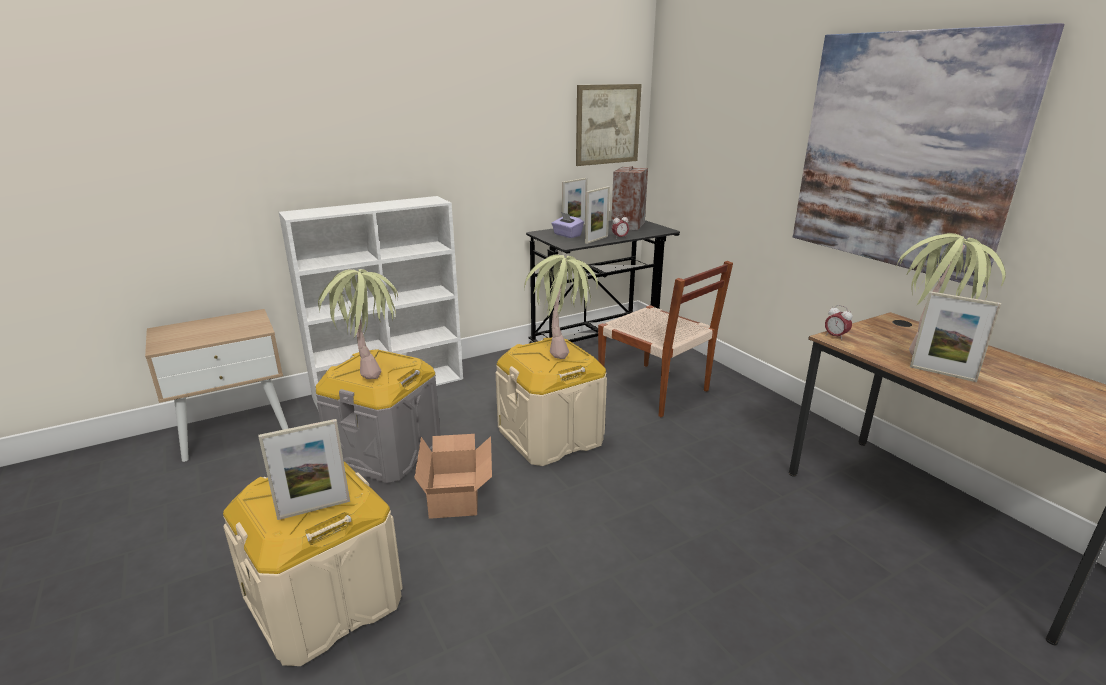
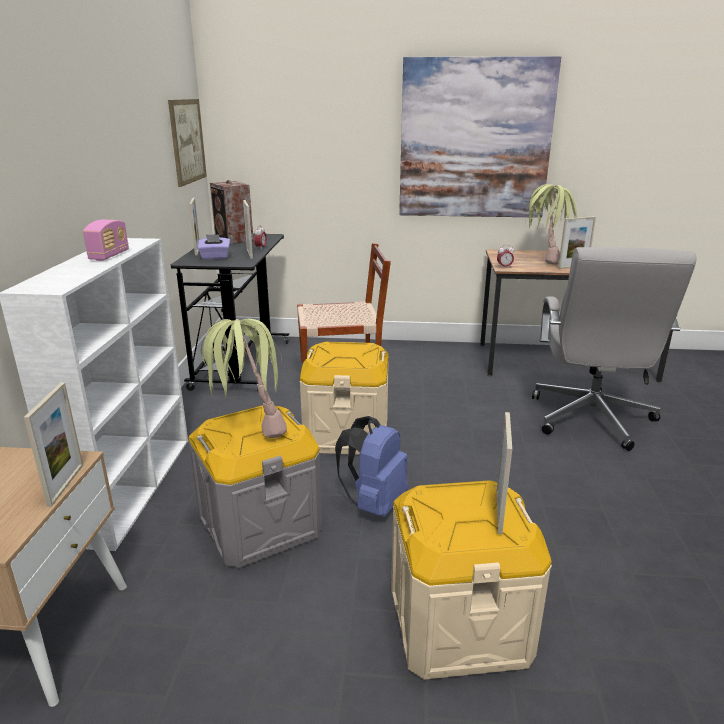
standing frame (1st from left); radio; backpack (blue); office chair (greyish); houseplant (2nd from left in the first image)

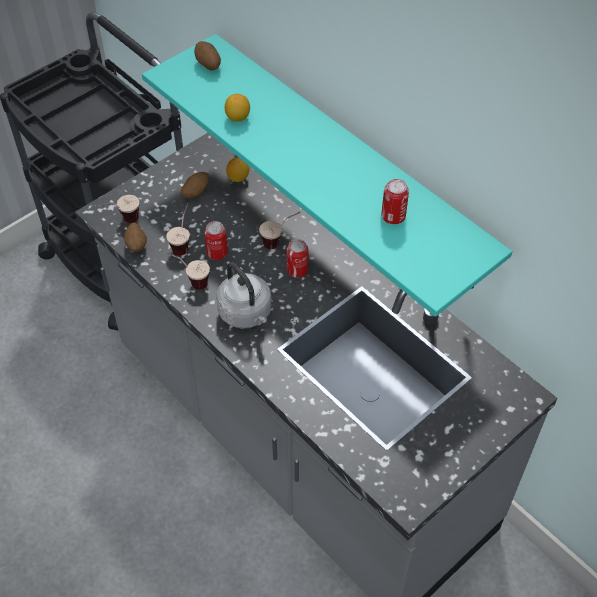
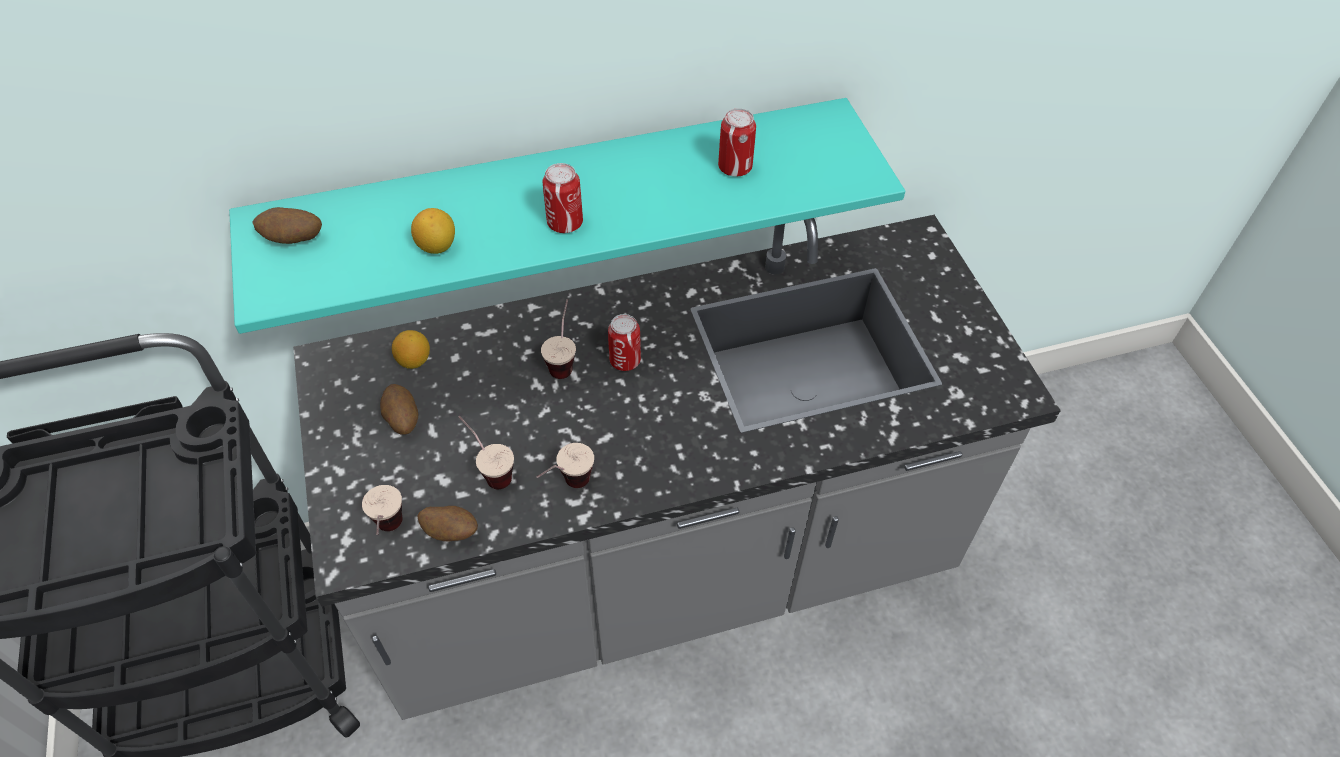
metal can (1st from left); kettle (greyish)

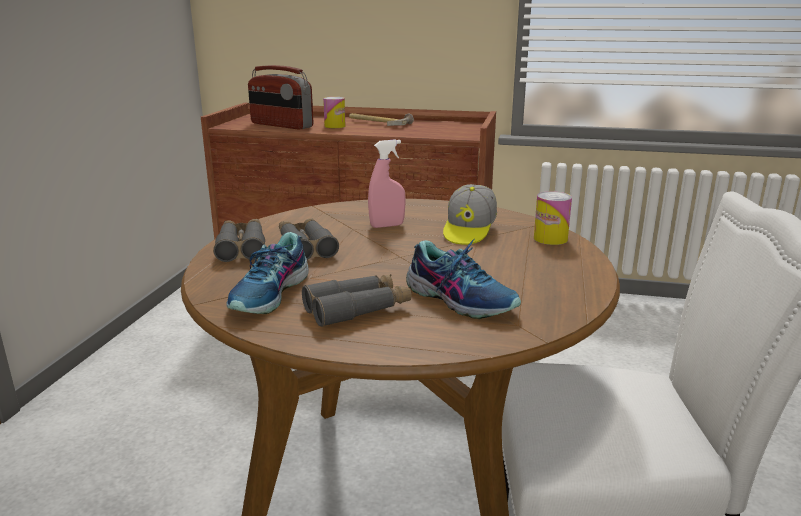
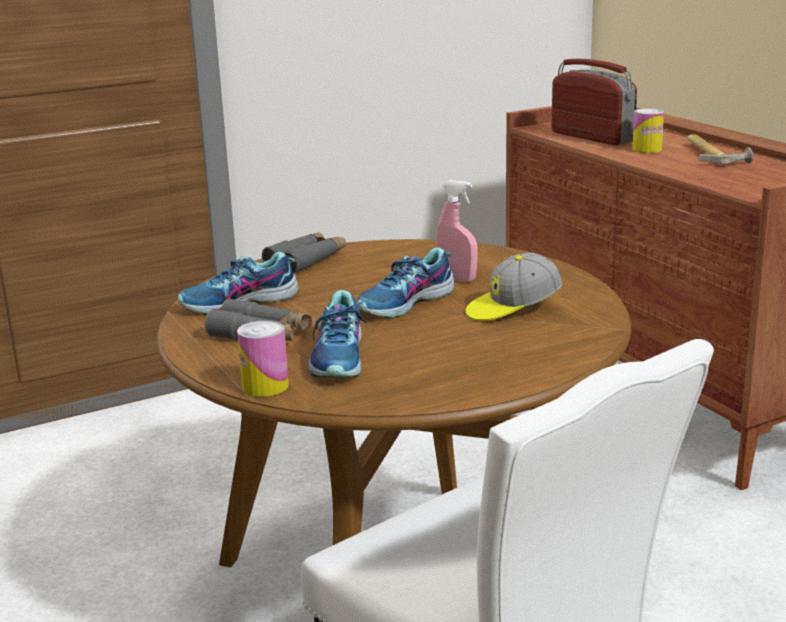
metal can (1st from left); item of footwear (3rd from left); radio; pair of binoculars (greyish) (2nd from left in the first image)

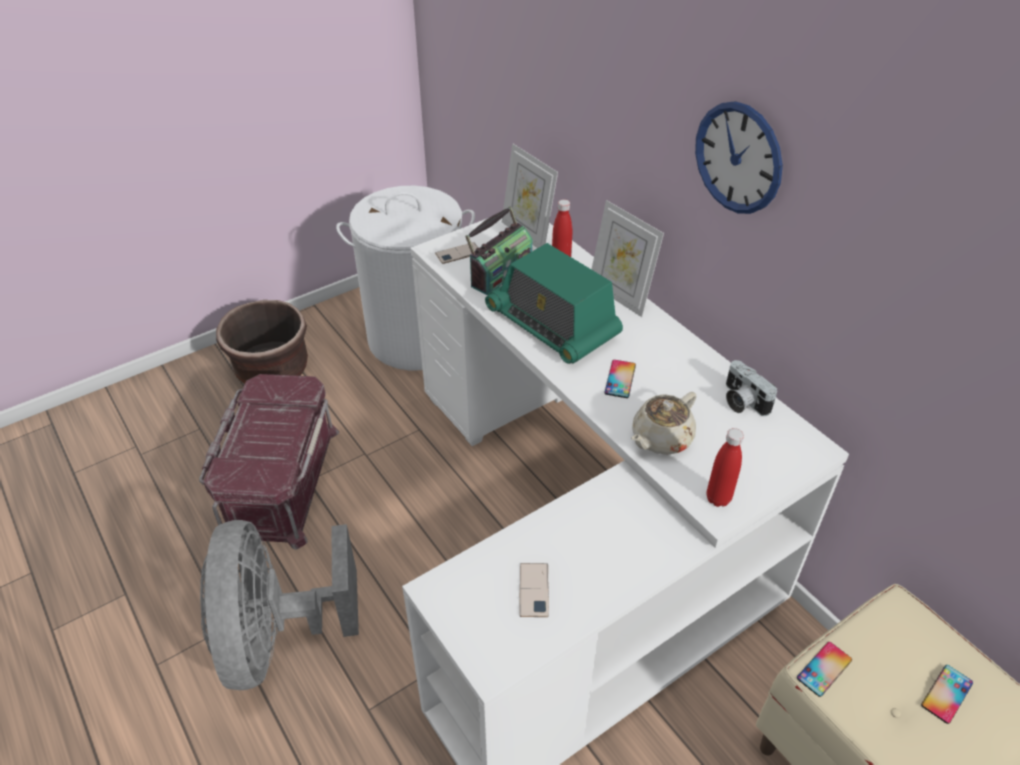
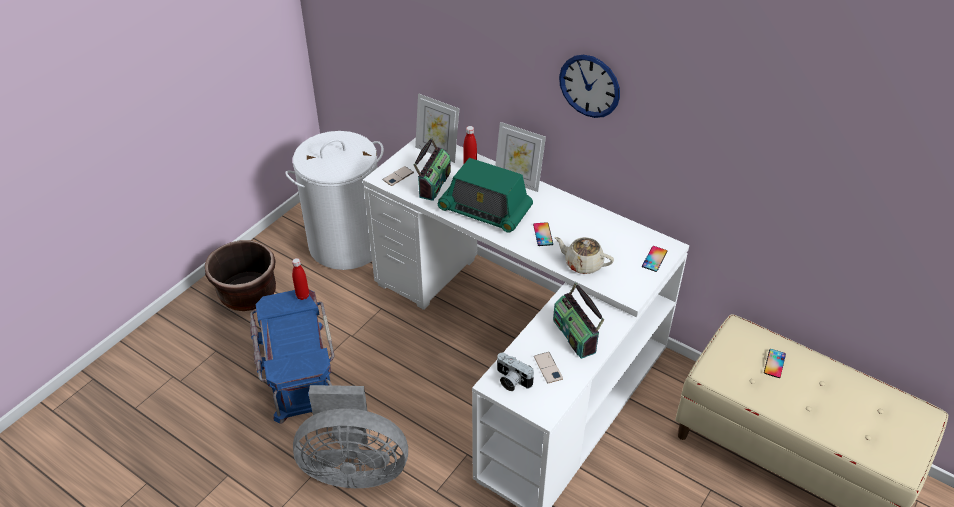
storage container (blue); beverage bottle (reddish) (1st from left); cooling fan (greyish); photo camera; radio (3rd from left); teapot (beige); handset (4th from left)

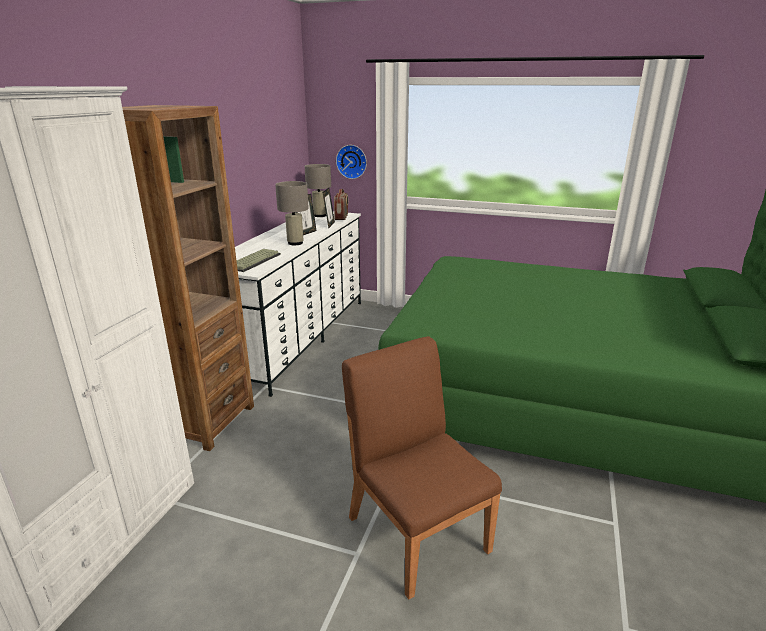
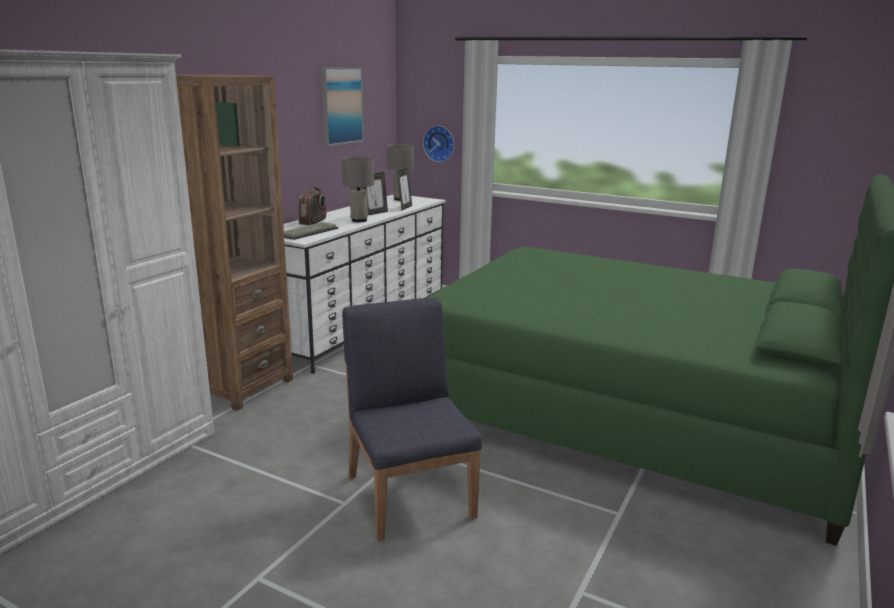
radio; picture; chair (blue)

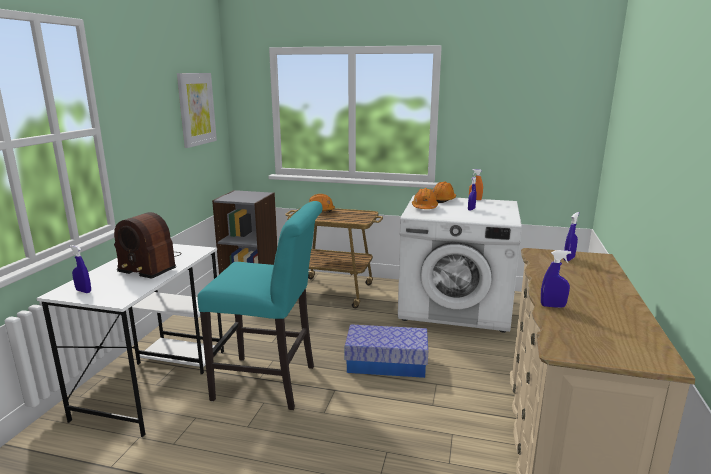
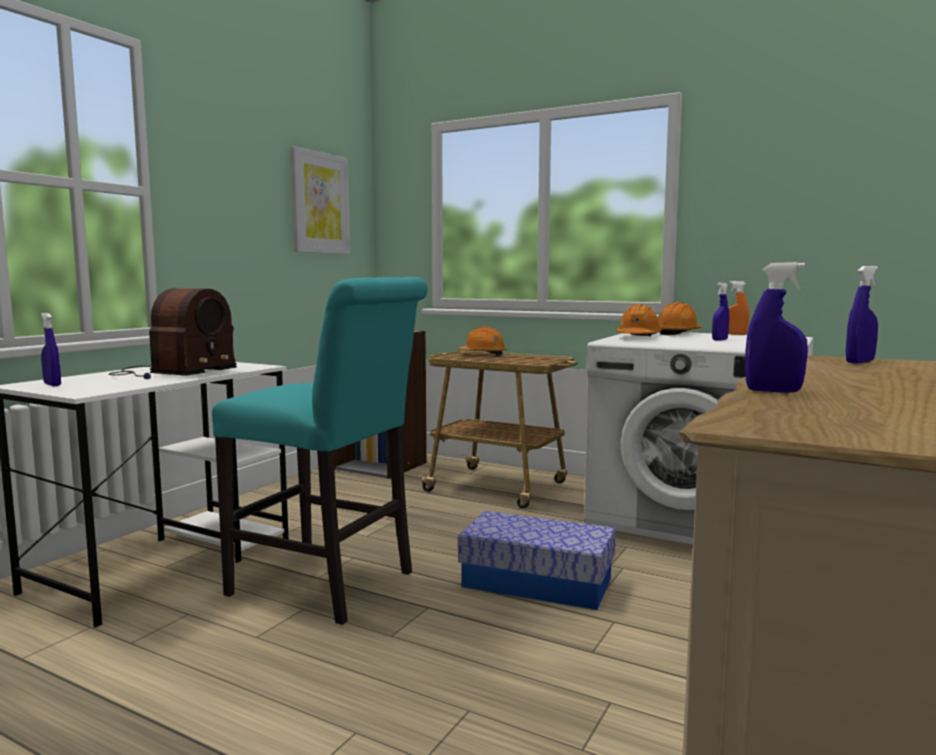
radio

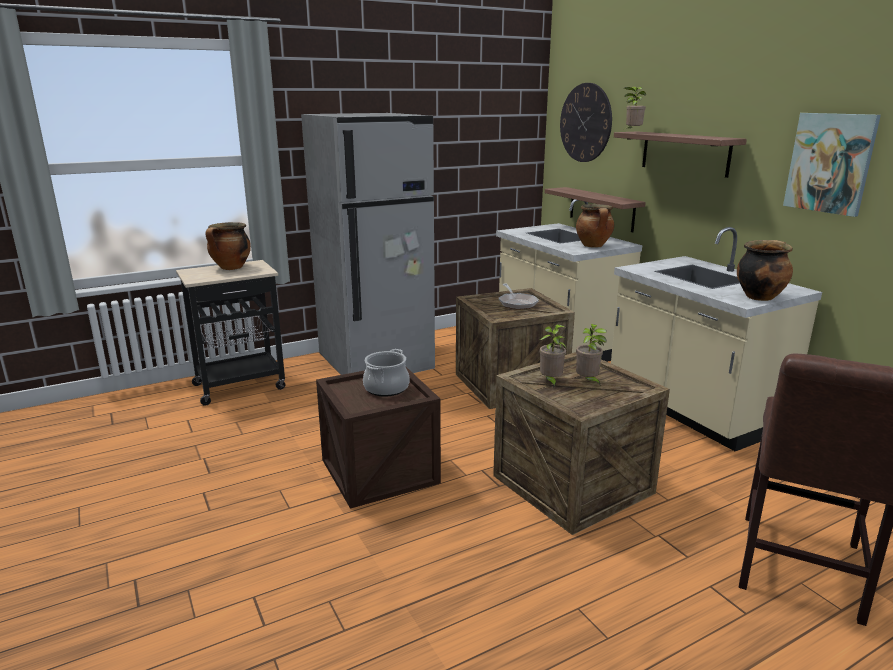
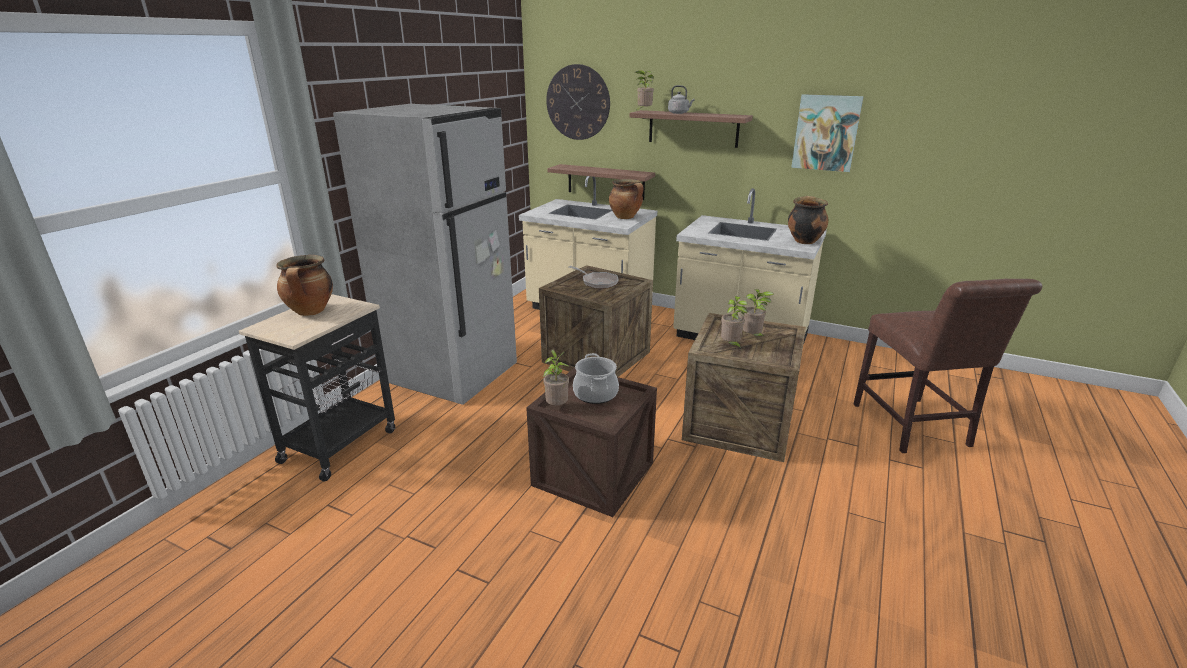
houseplant (1st from left); kettle (greyish)

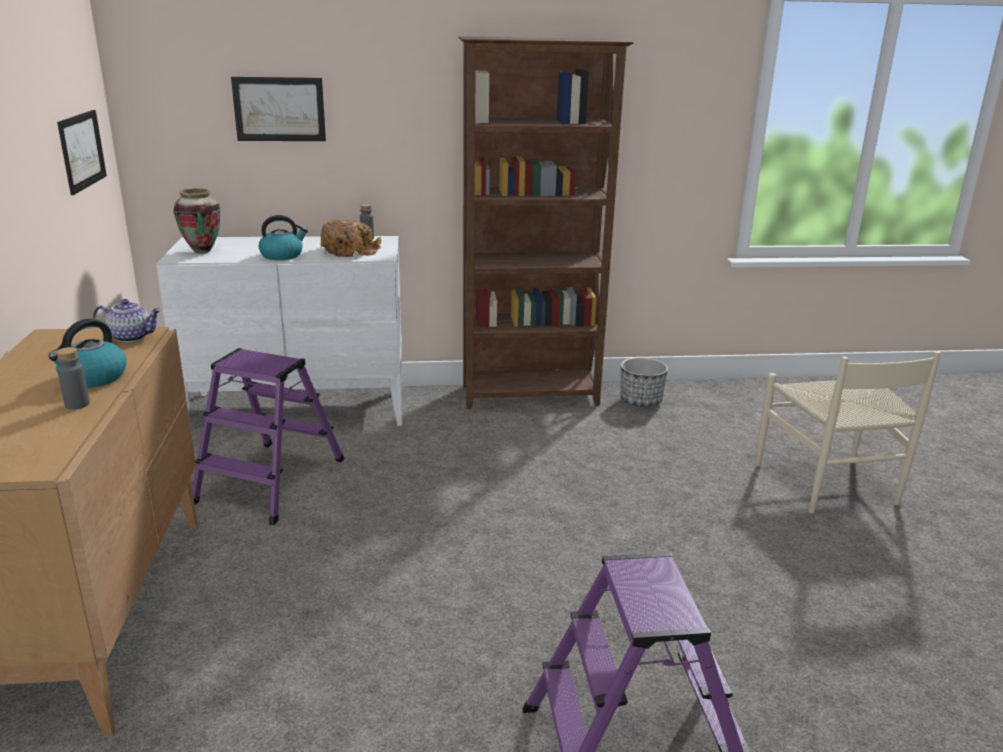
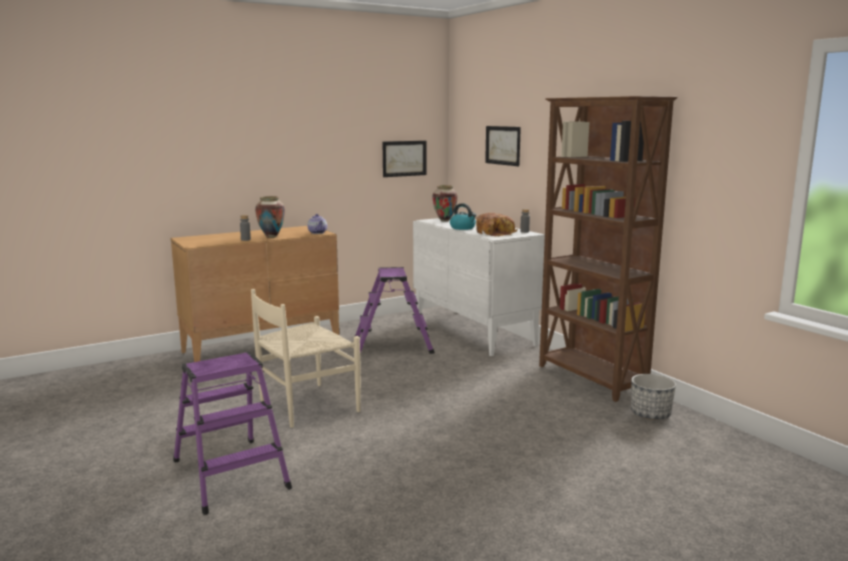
chair (beige); flower vase (1st from left)

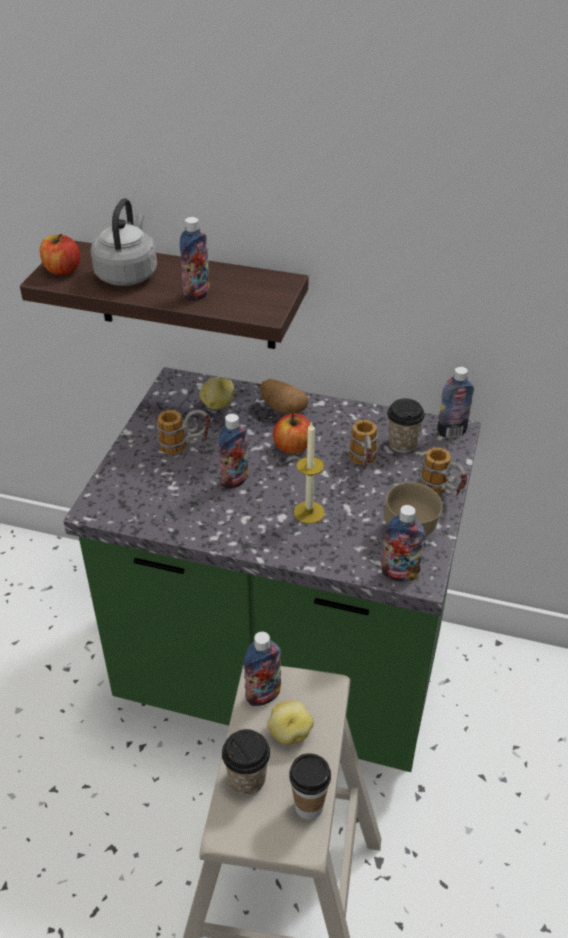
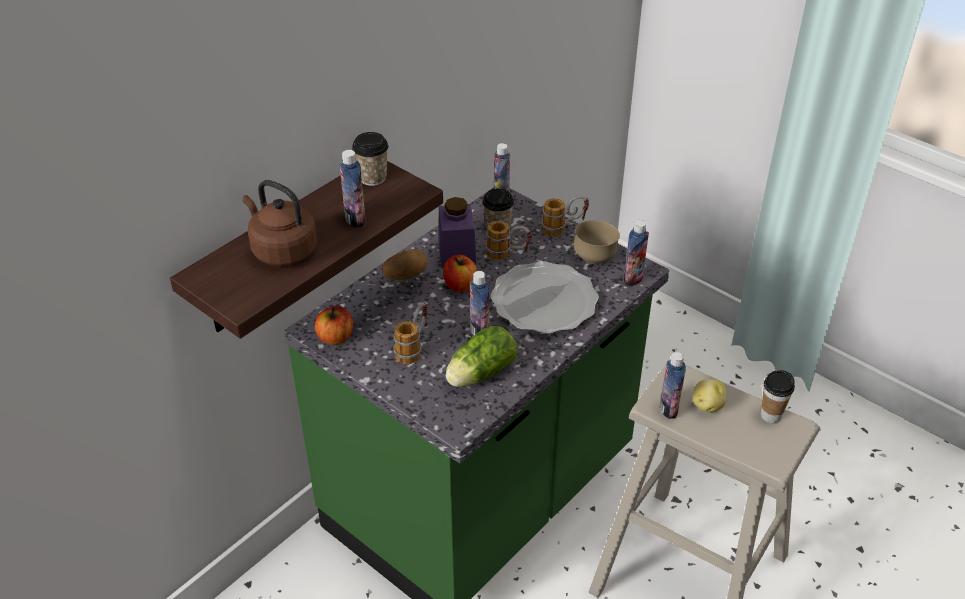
kettle (brown); whole apple (1st from left); cup (1st from left); storage jar (purple); lettuce head; dinner plate; spud (1st from left in the first image)

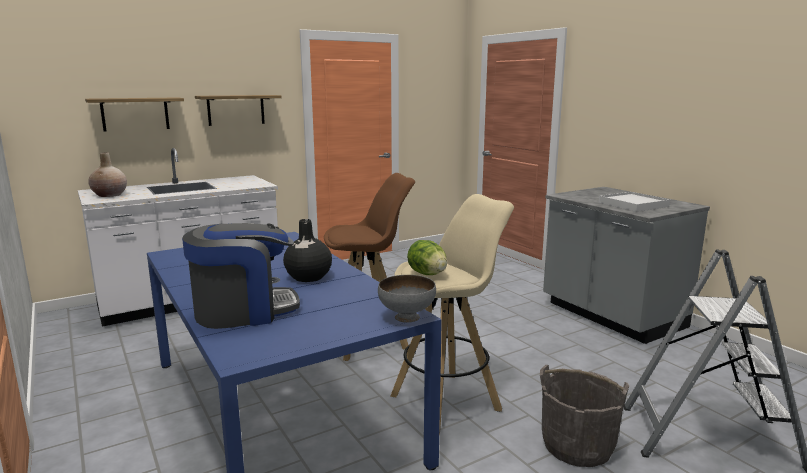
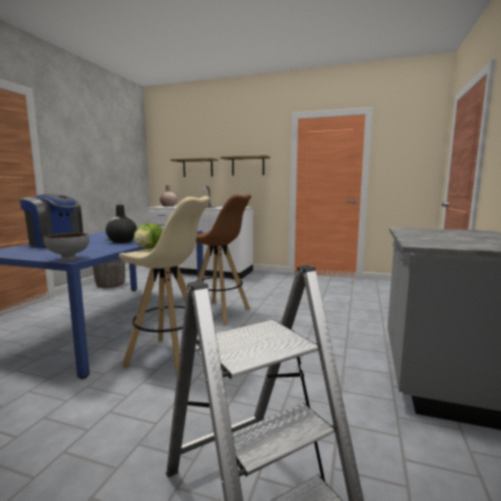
pail (greyish); tray (white)

